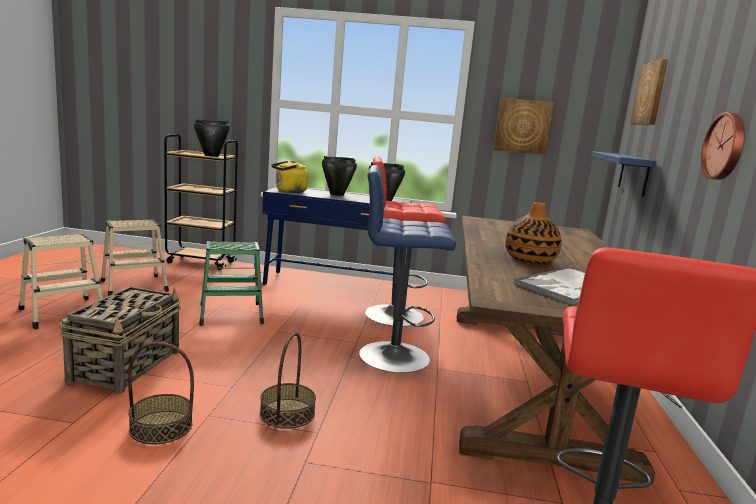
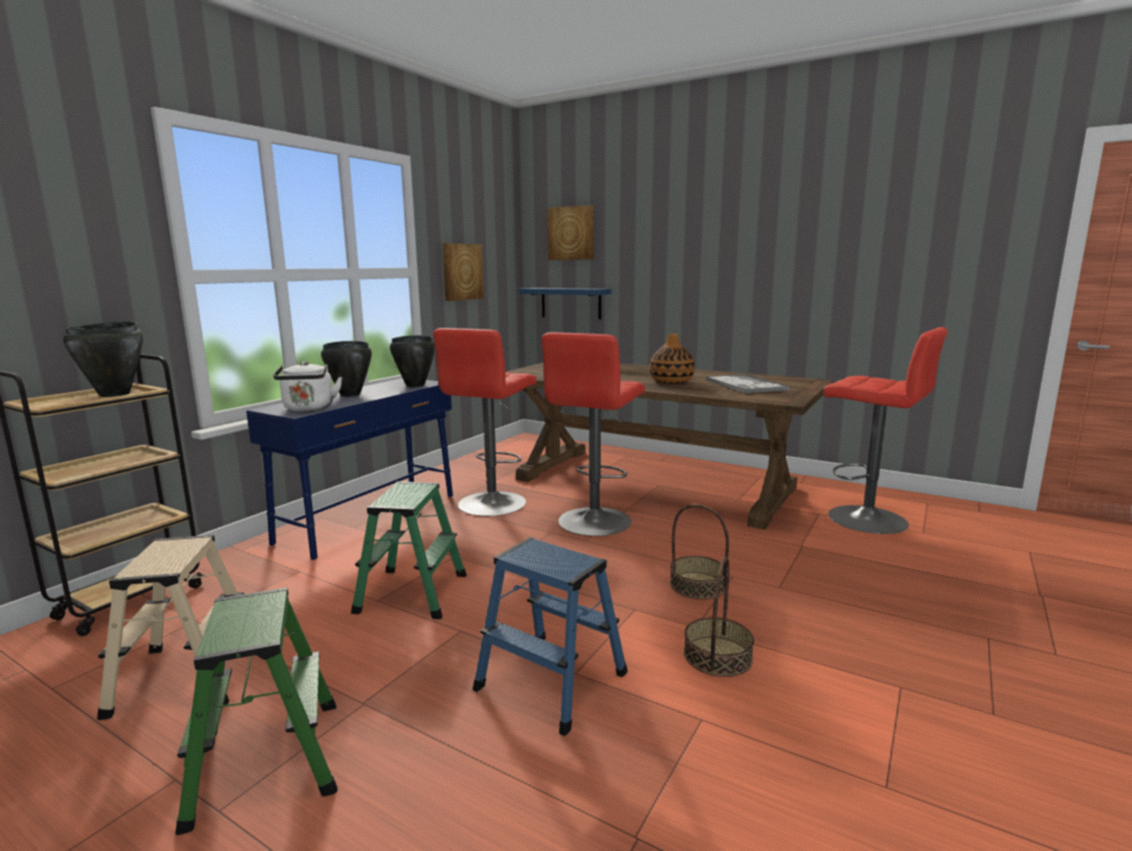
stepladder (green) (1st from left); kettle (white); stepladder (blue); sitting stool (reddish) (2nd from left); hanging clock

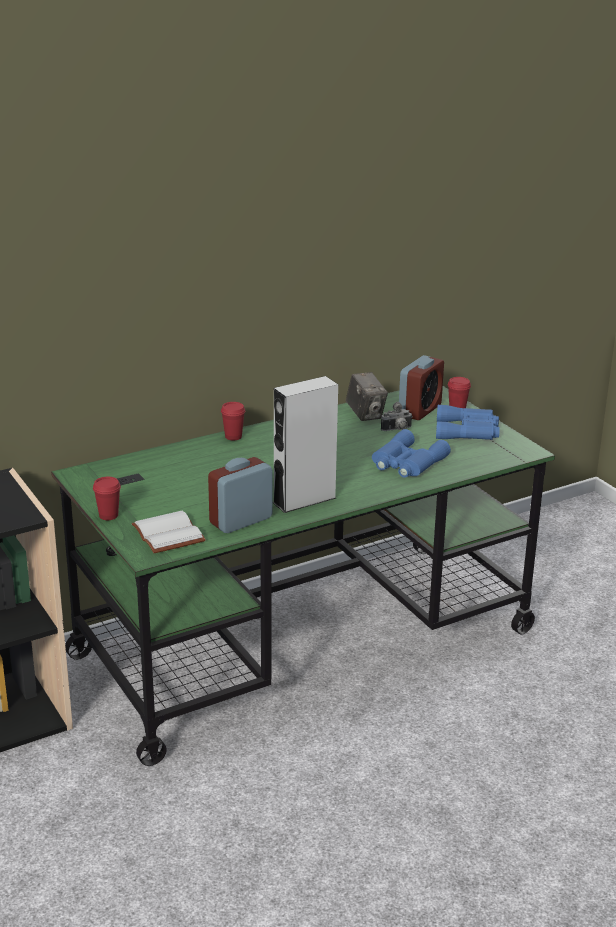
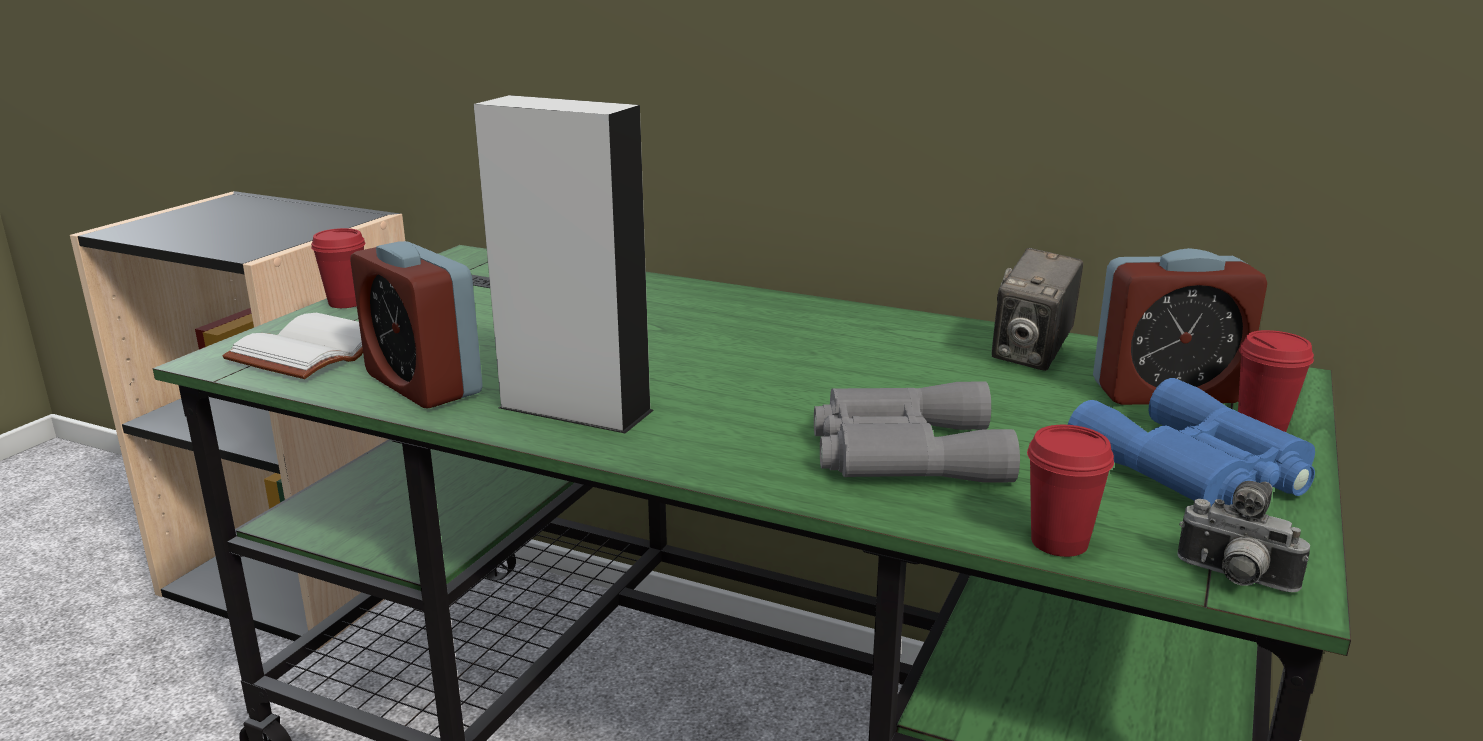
table clock (1st from left); pair of binoculars (greyish); cup (reddish) (2nd from left); photo camera (2nd from left)

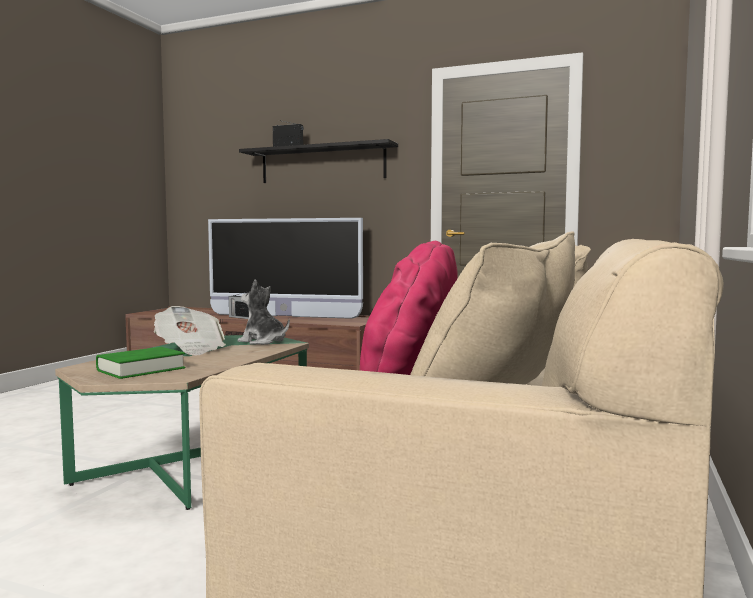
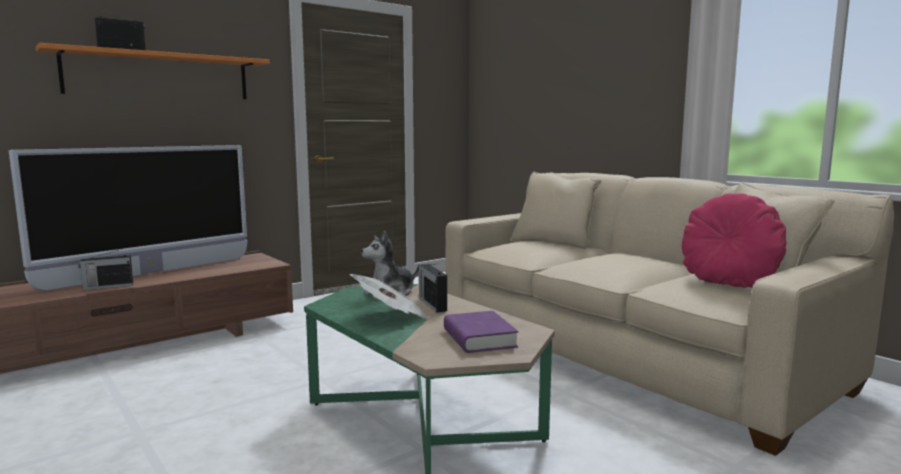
wall shelf (orange-coloured); radio (3rd from left); bound book (purple)

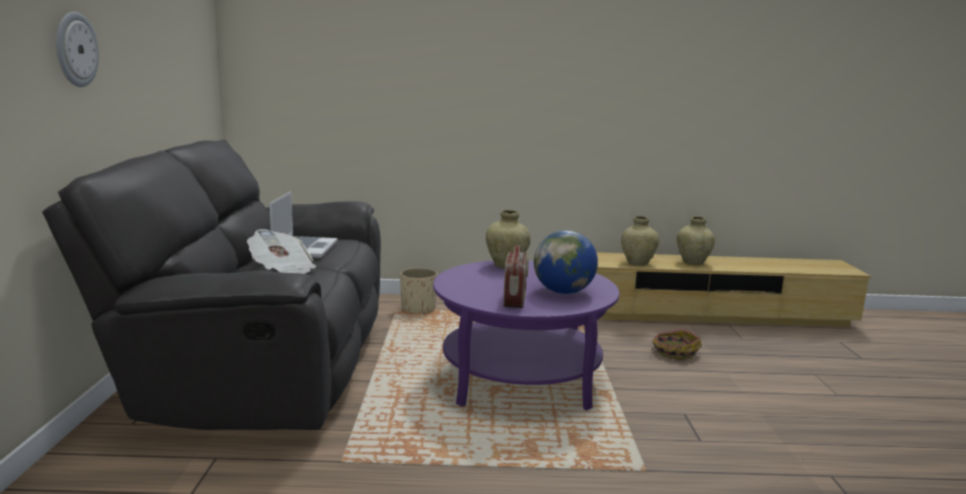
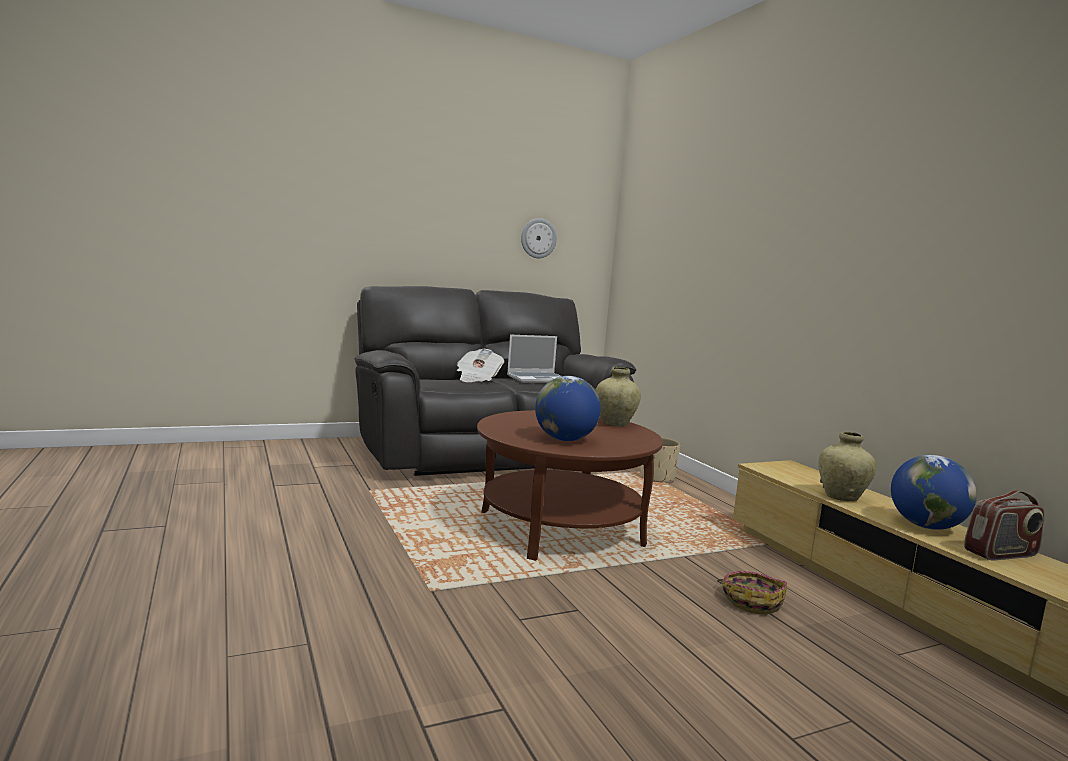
low table (brown); hanging clock; globe (2nd from left); radio

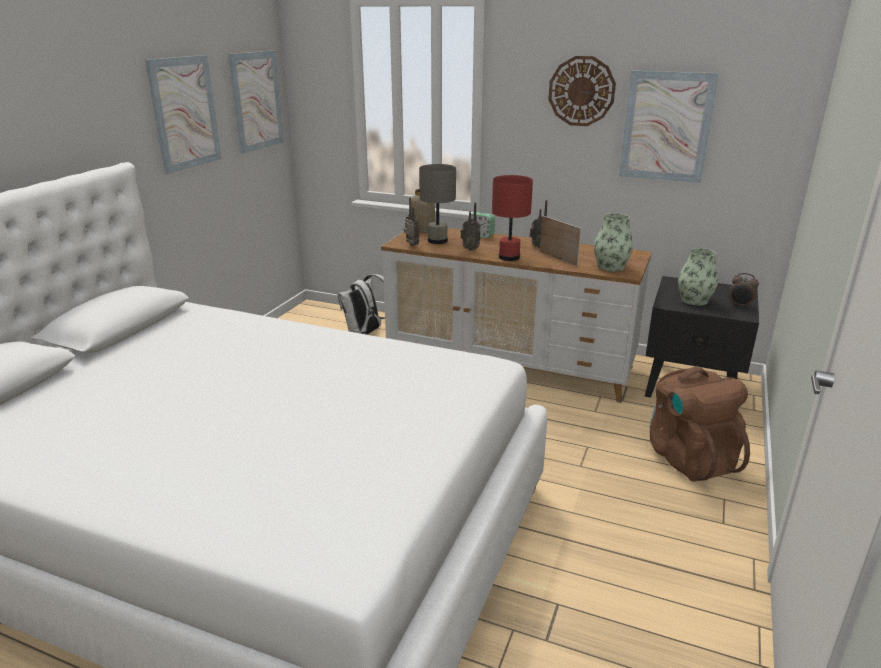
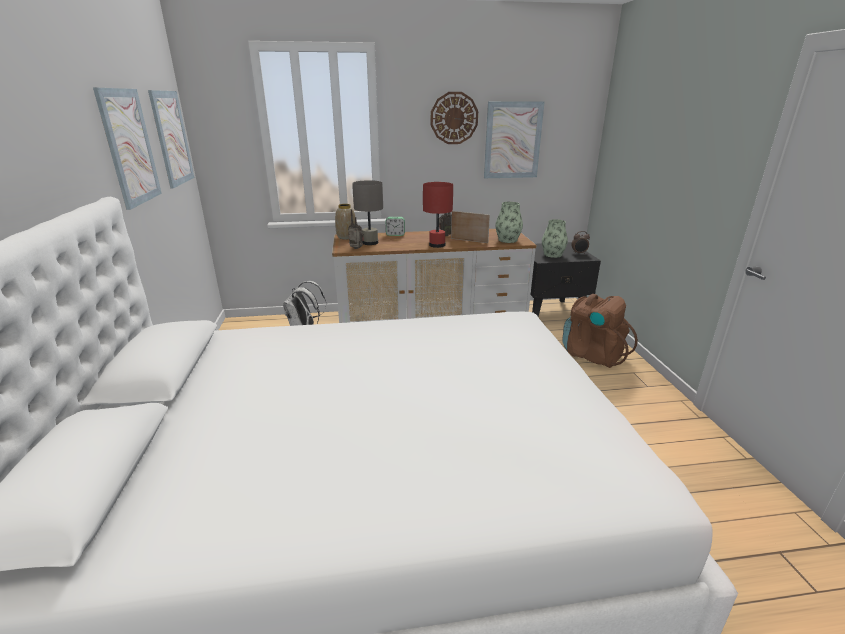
radio (2nd from left in the first image)

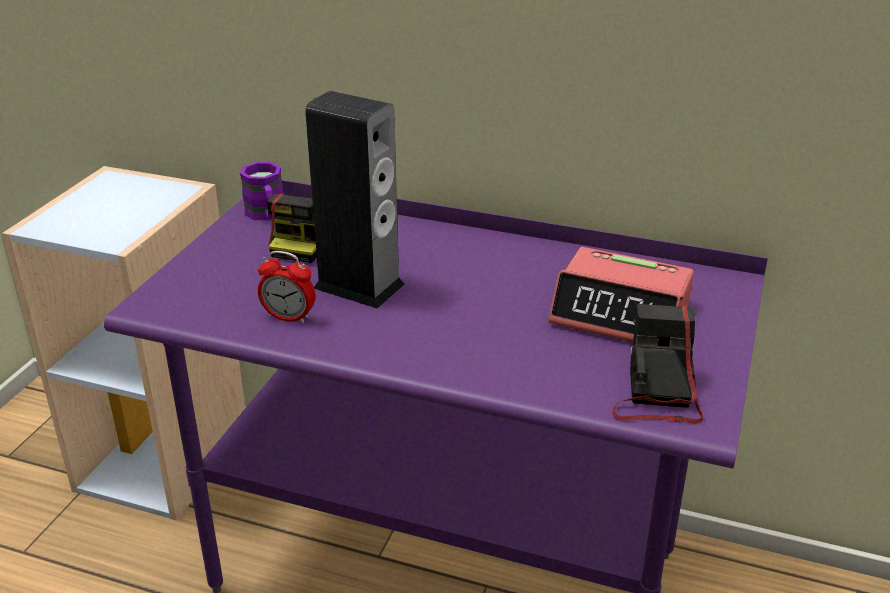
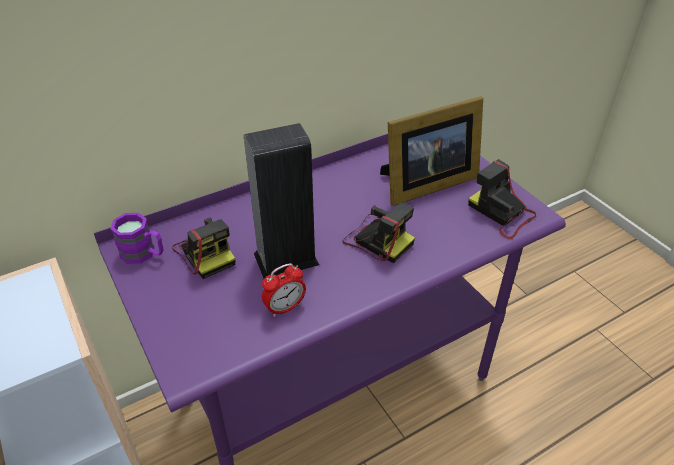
photo camera (2nd from left); standing frame

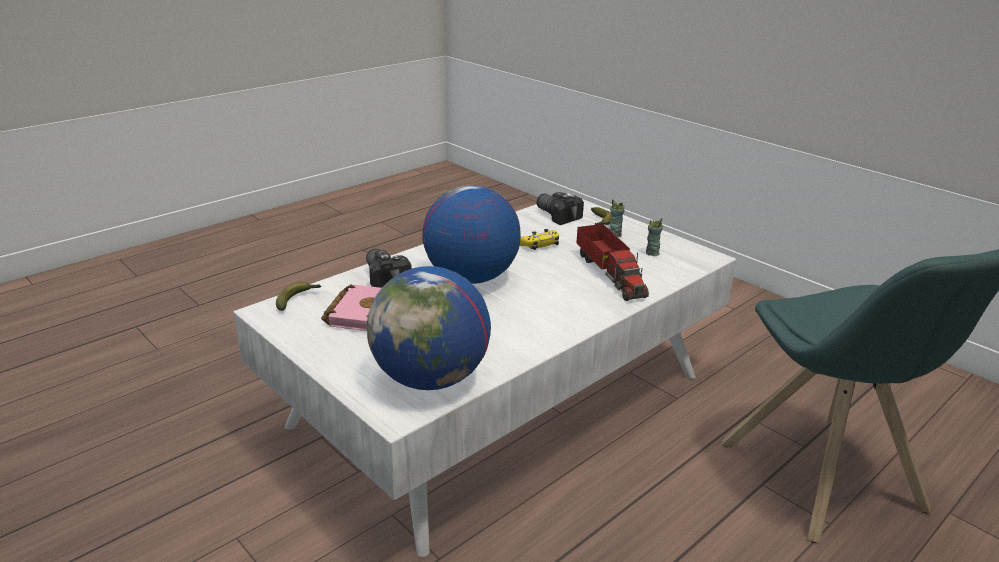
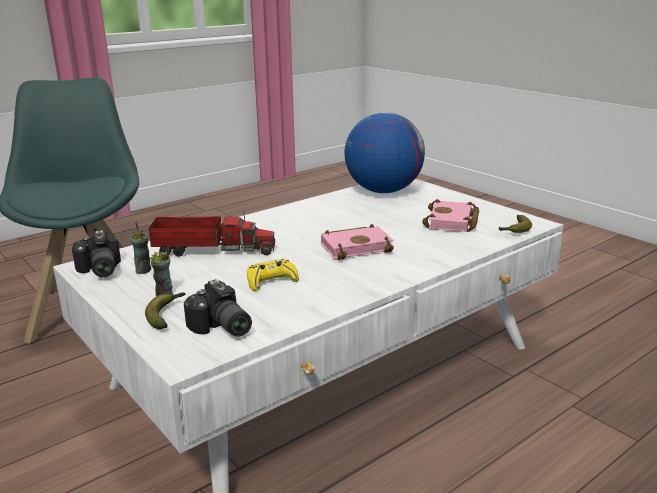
photo camera (1st from left); toy lorry; bound book (pink-coloured) (1st from left)

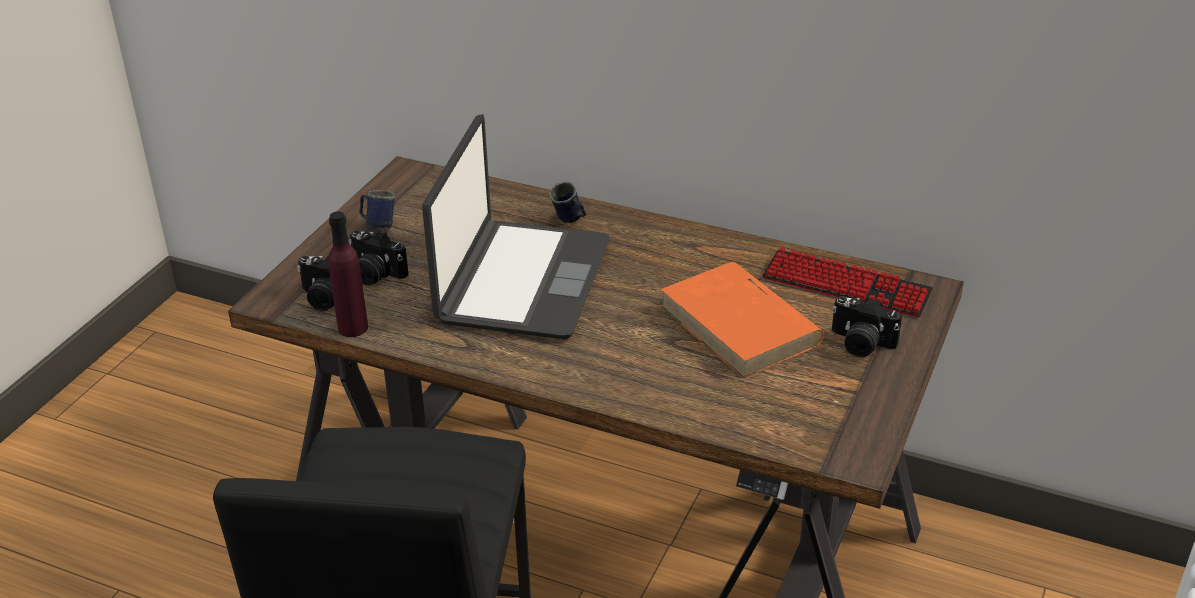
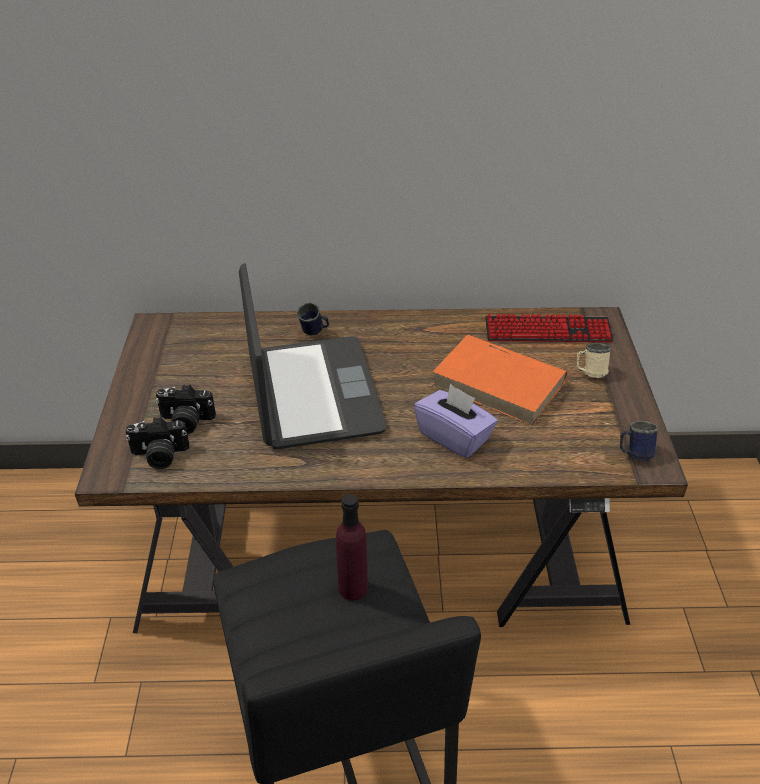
beverage bottle (purple); box of tissues (purple); tea mug (beige); tea mug (blue) (2nd from left)

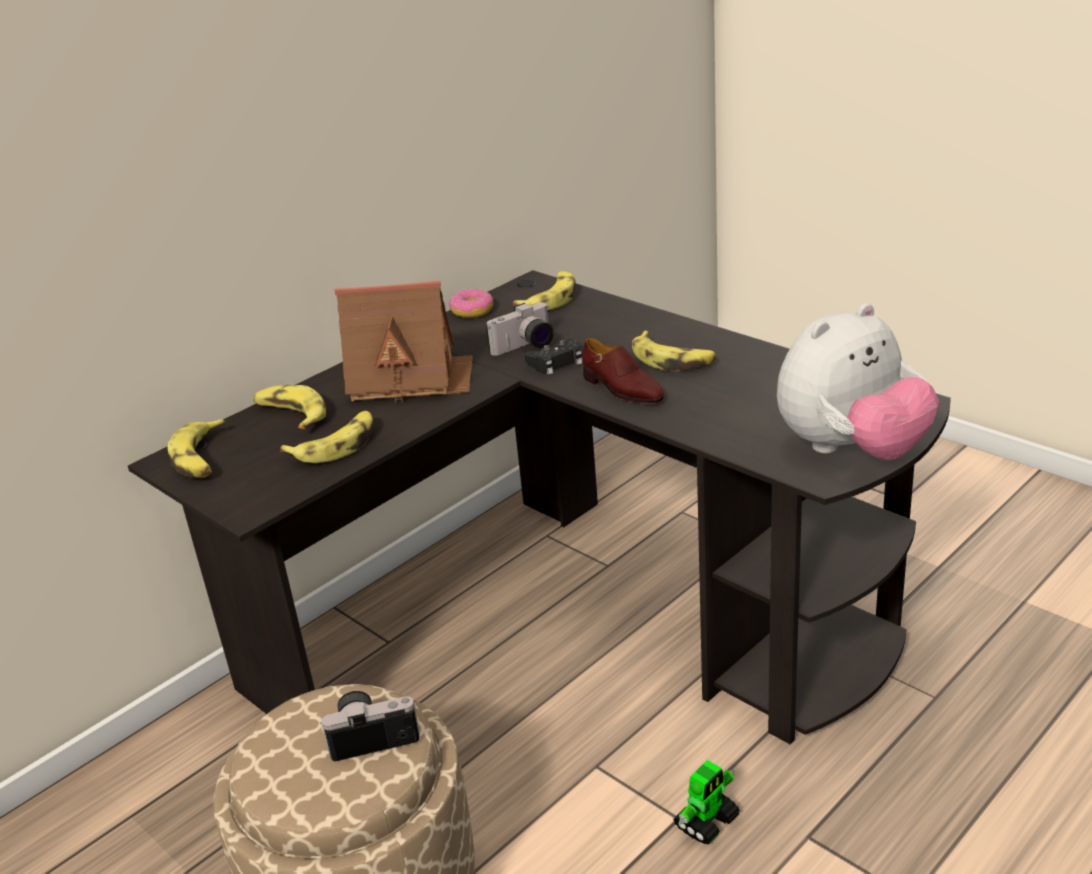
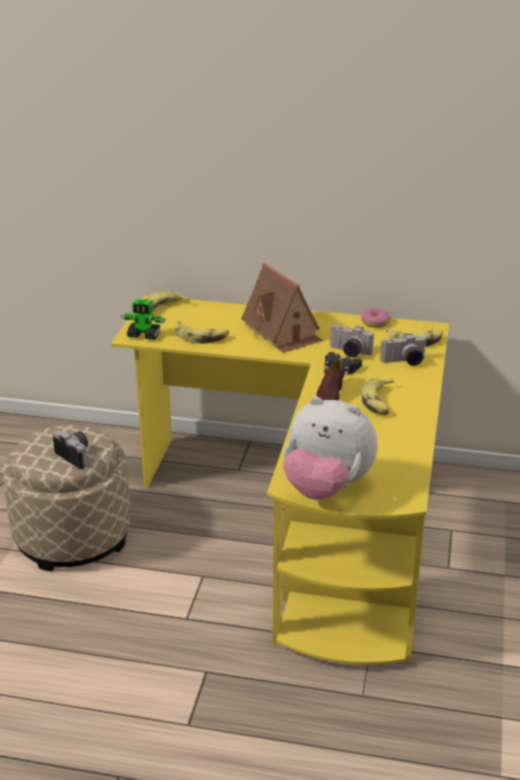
desk (yellow-coloured); toy robot; photo camera (3rd from left); banana (2nd from left in the first image)

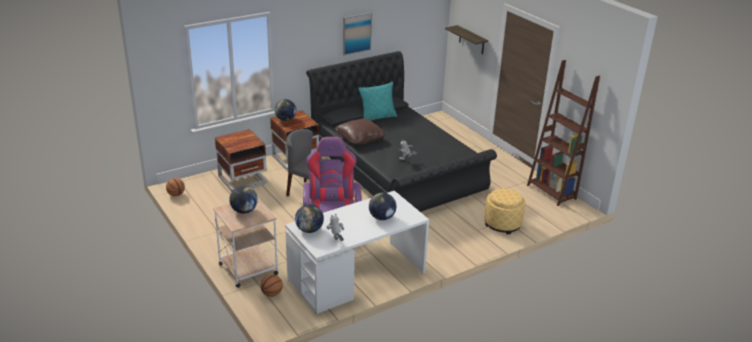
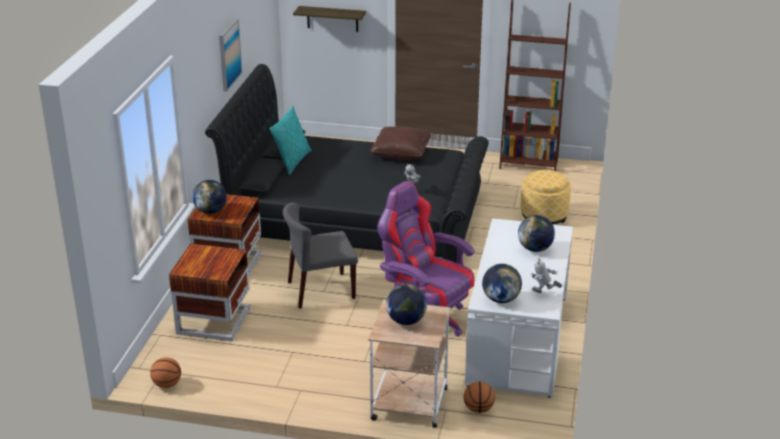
pillow (brown)

